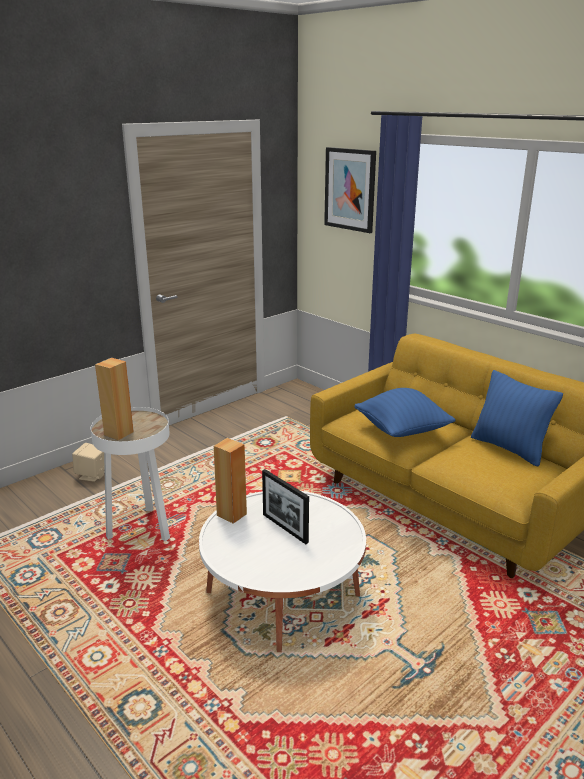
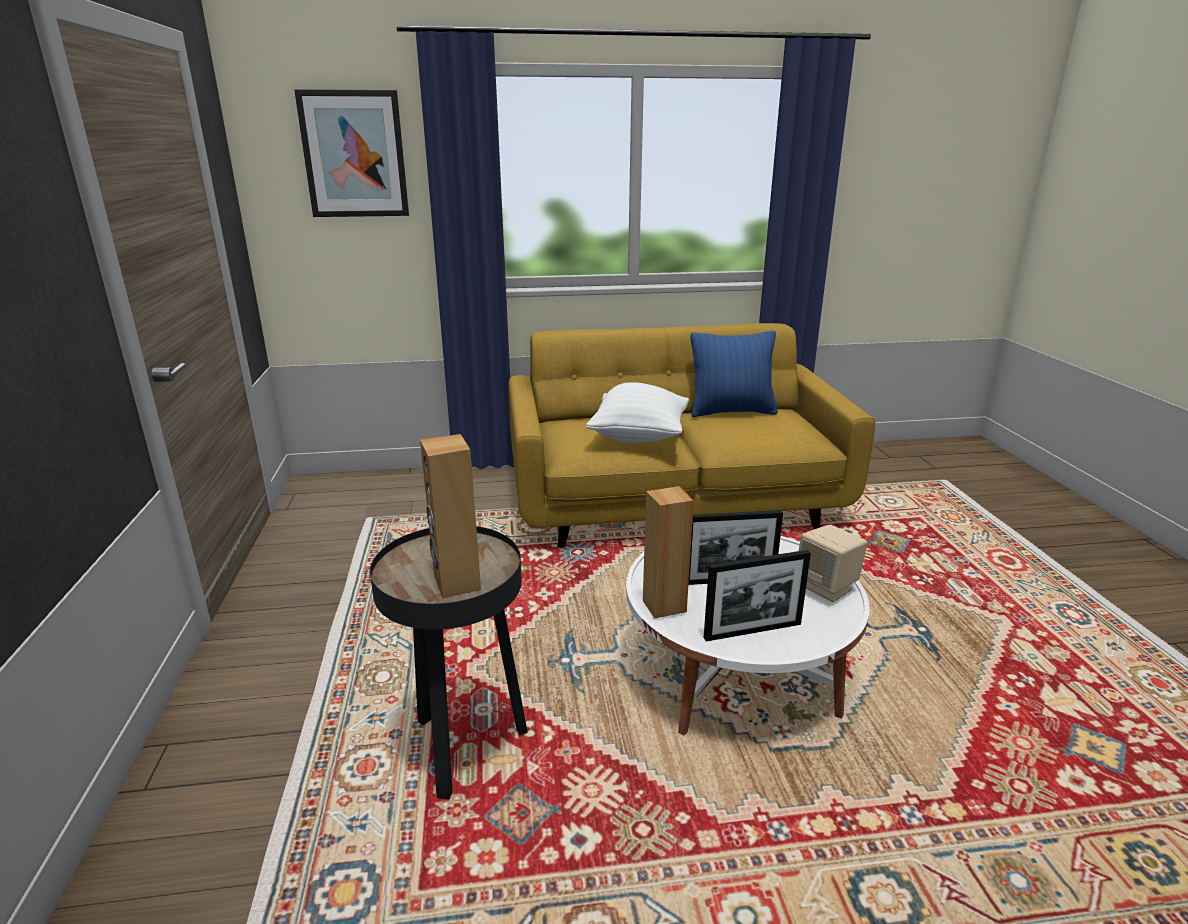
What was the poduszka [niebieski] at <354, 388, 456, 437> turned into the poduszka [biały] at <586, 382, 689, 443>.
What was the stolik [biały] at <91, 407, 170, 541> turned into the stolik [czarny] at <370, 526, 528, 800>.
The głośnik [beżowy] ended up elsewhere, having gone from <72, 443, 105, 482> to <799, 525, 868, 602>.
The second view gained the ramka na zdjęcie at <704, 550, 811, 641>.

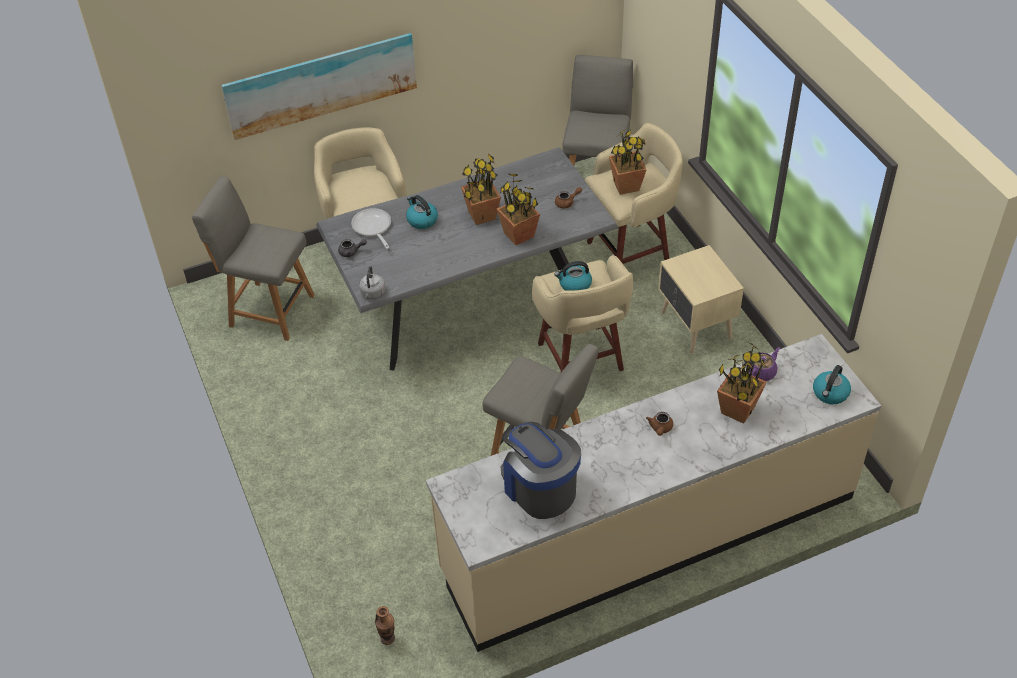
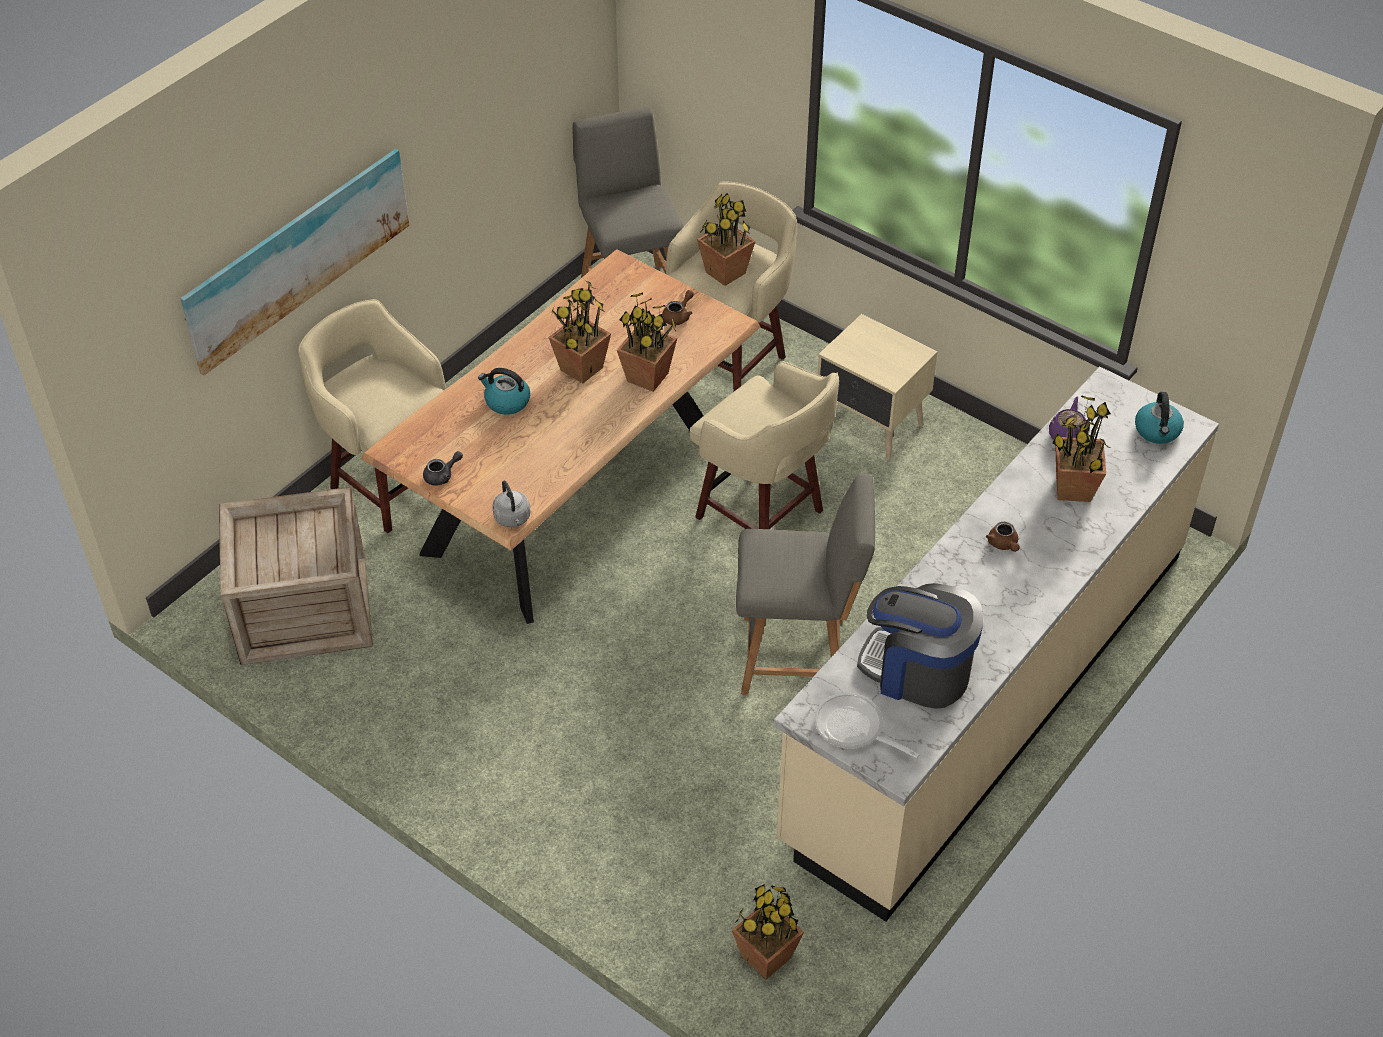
What was the stół jadalny [szary] at <316, 147, 618, 370> turned into the stół jadalny [brązowy] at <361, 249, 761, 624>.
Where the krzesło [szary] stood at <192, 176, 315, 341>, the skrzynka came to stand at <219, 487, 373, 665>.
The patelnia ended up elsewhere, having gone from <351, 208, 391, 249> to <814, 693, 919, 758>.
The second view lost the czajnik at <554, 261, 592, 291>.
Where the wazon stood at <375, 606, 395, 645>, the roślina doniczkowa came to stand at <732, 884, 804, 980>.

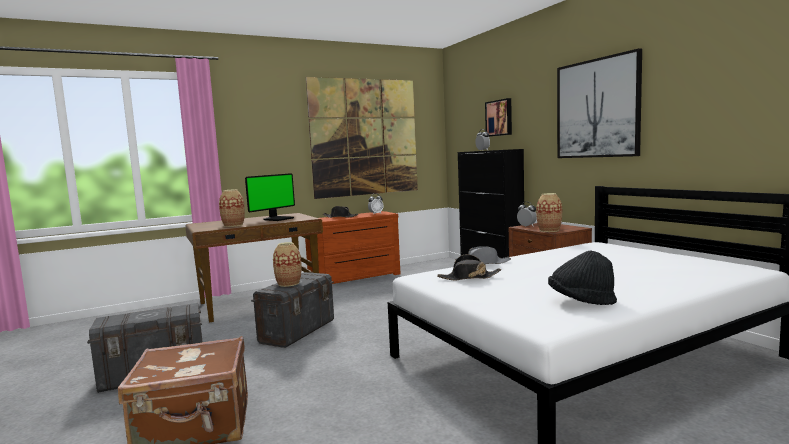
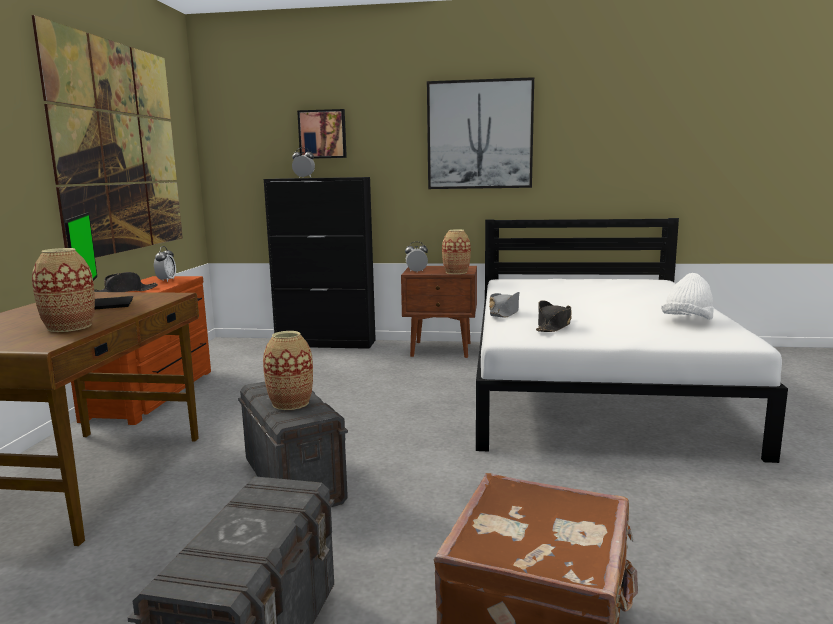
What was the kapelusz [czarny] at <548, 250, 617, 305> turned into the kapelusz [biały] at <661, 273, 714, 319>.

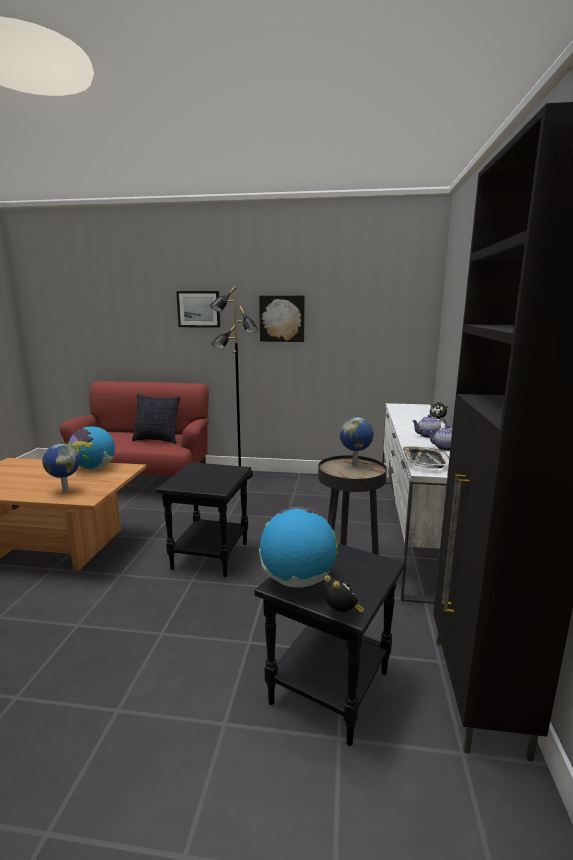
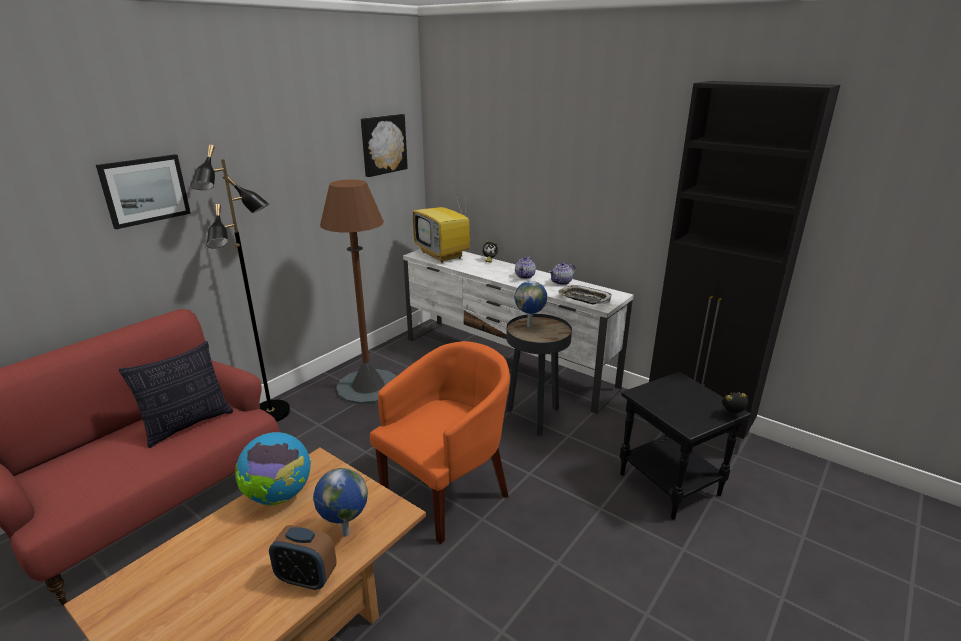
The obraz ended up elsewhere, having gone from <259, 295, 305, 342> to <361, 114, 408, 177>.
Where the stolik [czarny] stood at <156, 462, 251, 577>, the fotel [pomarańczowy] came to stand at <370, 341, 510, 544>.
The second view lost the globus at <259, 507, 338, 588>.
The second view gained the lampa stojąca [brązowy] at <320, 179, 396, 405>.
The second view gained the telewizor at <413, 184, 470, 263>.
The second view gained the budzik at <269, 525, 337, 590>.

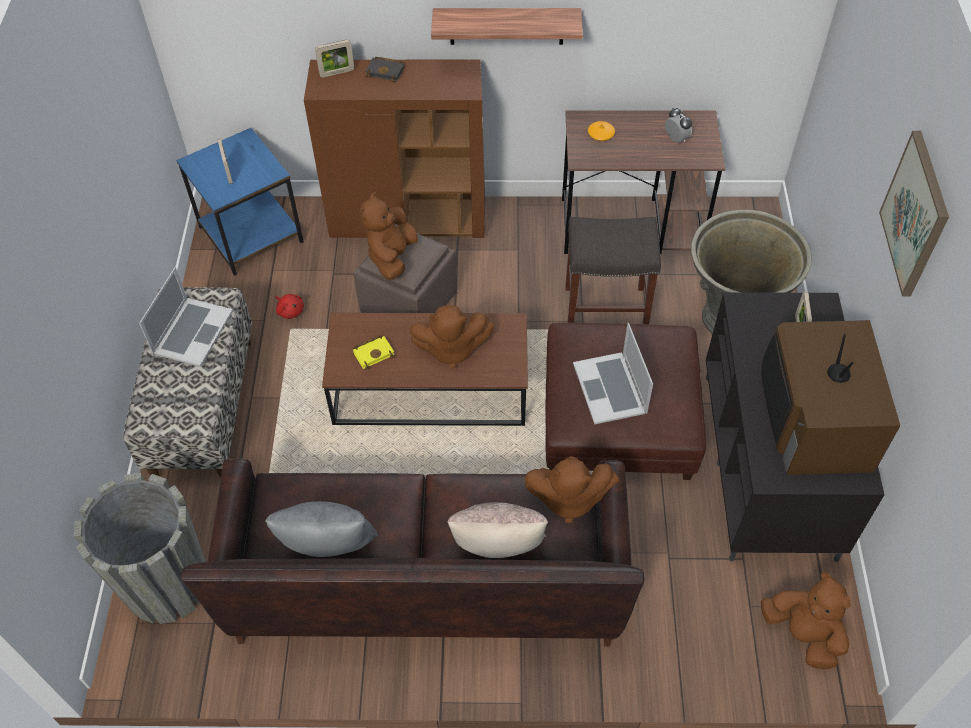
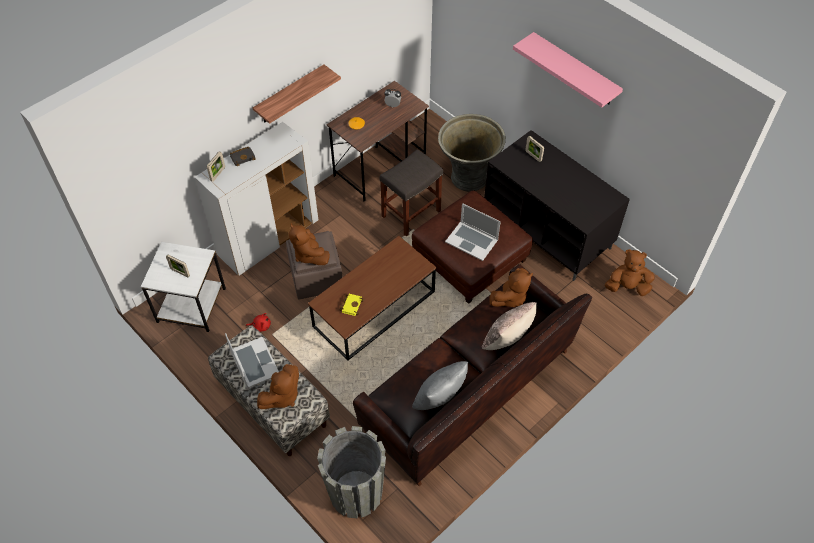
What was the szafka [brązowy] at <304, 60, 485, 238> turned into the szafka [biały] at <195, 122, 318, 276>.
What was the stolik [niebieski] at <176, 128, 304, 276> turned into the stolik [biały] at <141, 242, 226, 332>.
Where the obraz hung at <879, 131, 949, 296>, the półka [różowy] came to hang at <513, 32, 623, 108>.
The pluszak [brązowy] ended up elsewhere, having gone from <410, 305, 494, 368> to <257, 364, 299, 409>.
The second view lost the telewizor at <761, 320, 900, 475>.

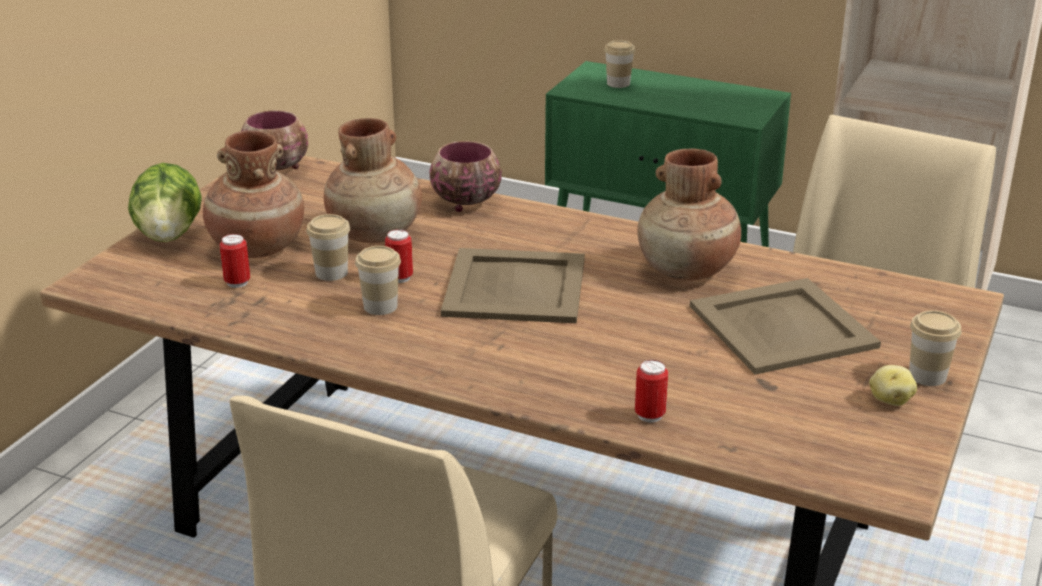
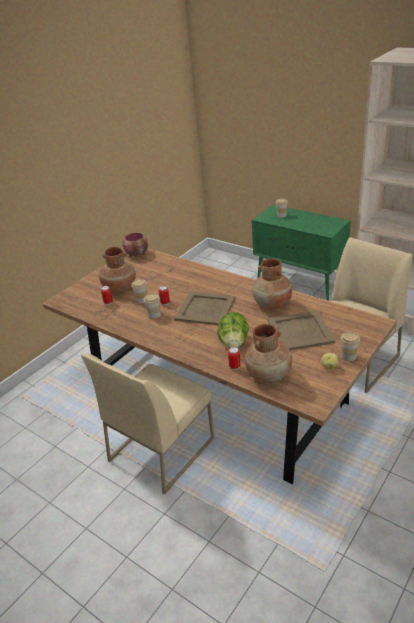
The wazon [brązowy] ended up elsewhere, having gone from <324, 118, 422, 243> to <245, 324, 292, 383>.
The second view lost the miska at <429, 141, 502, 212>.
The sałata ended up elsewhere, having gone from <128, 163, 202, 242> to <217, 312, 249, 349>.

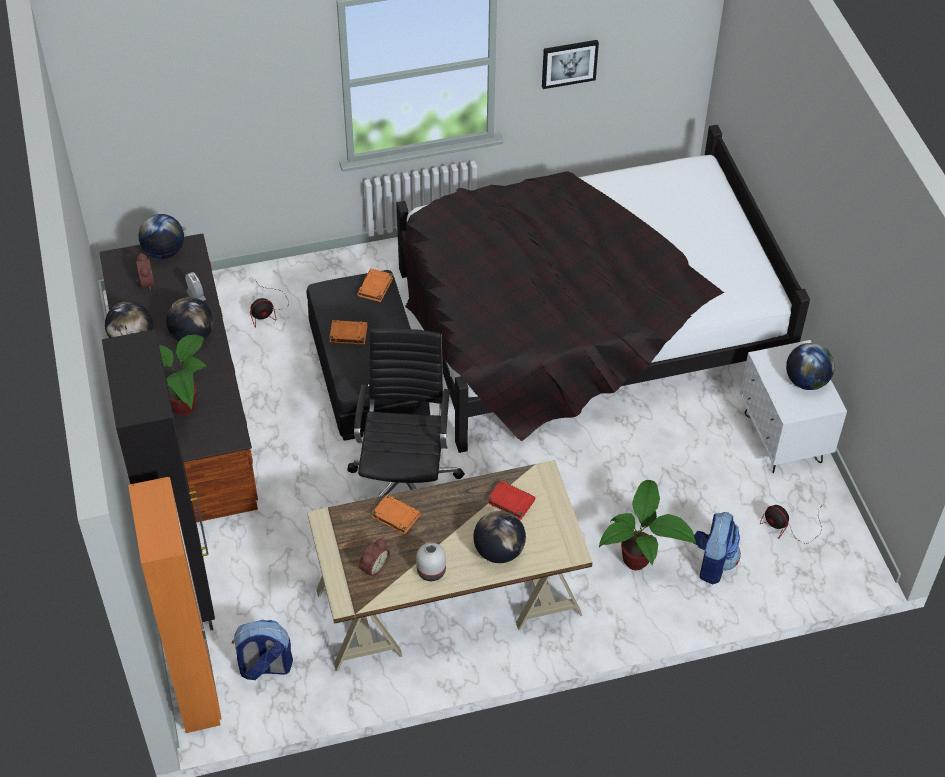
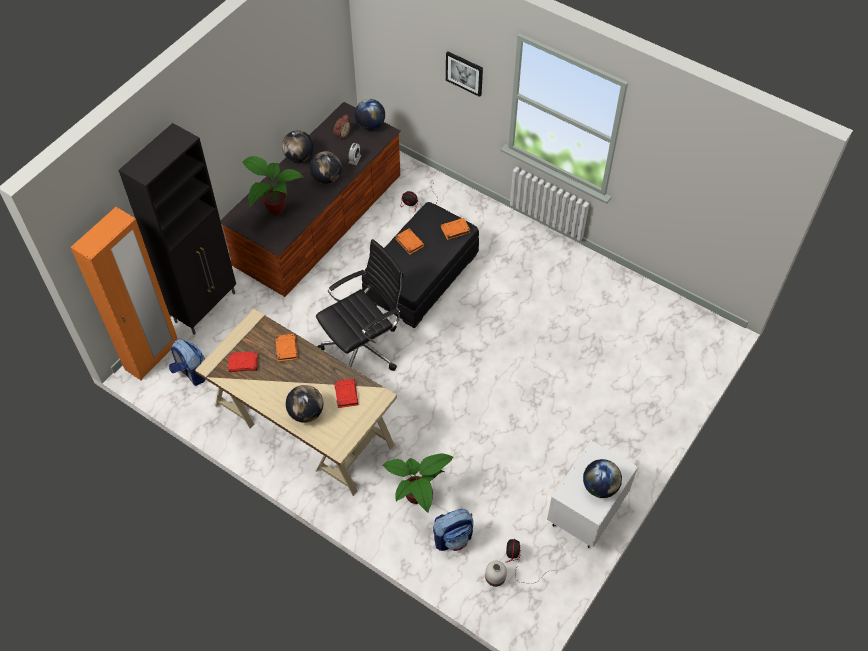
The obraz ended up elsewhere, having gone from <542, 40, 599, 89> to <446, 52, 483, 97>.
The second view lost the łóżko [czarny] at <396, 124, 810, 453>.
Where the budzik stood at <359, 538, 390, 577>, the książka [czerwony] came to stand at <228, 351, 258, 372>.
The wazon [biały] ended up elsewhere, having gone from <416, 543, 446, 581> to <485, 561, 507, 587>.

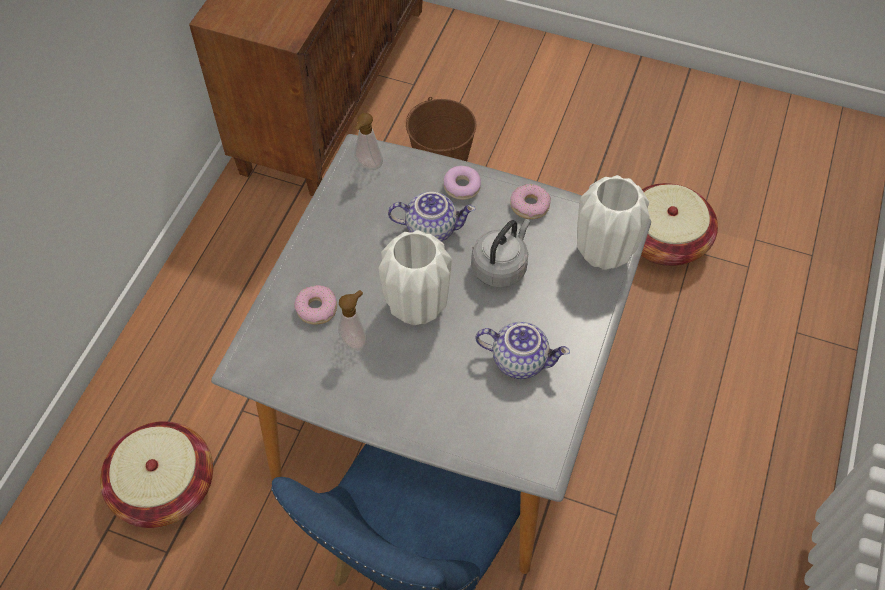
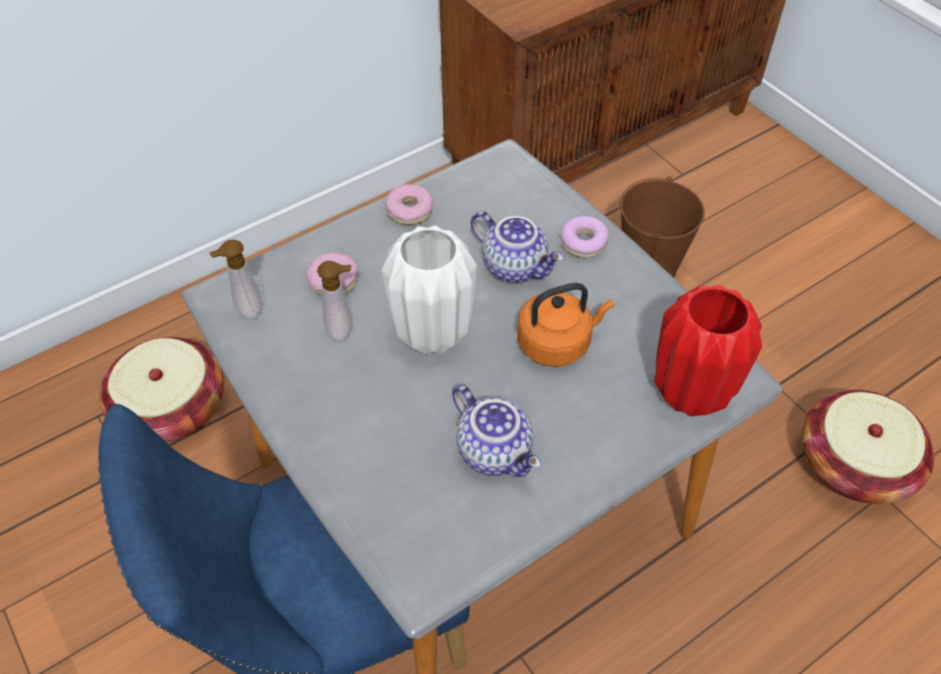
The dozownik mydła ended up elsewhere, having gone from <354, 113, 383, 170> to <209, 240, 263, 320>.
What was the wazon [biały] at <577, 175, 650, 270> turned into the wazon [czerwony] at <655, 285, 762, 416>.
The donut ended up elsewhere, having gone from <510, 184, 551, 219> to <385, 184, 433, 225>.
What was the czajnik [szary] at <471, 219, 530, 288> turned into the czajnik [pomarańczowy] at <517, 283, 615, 367>.

